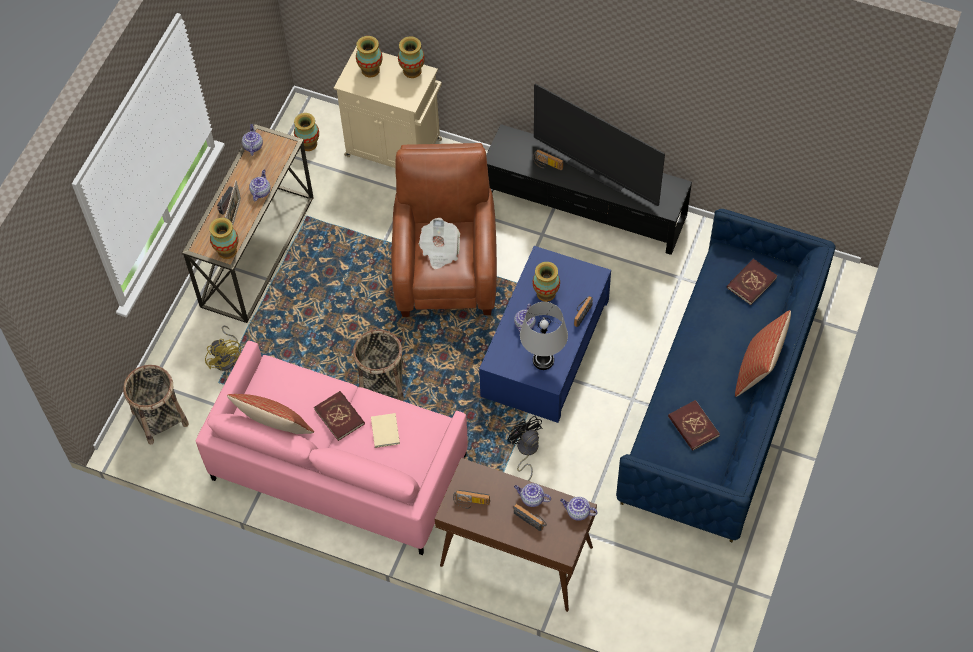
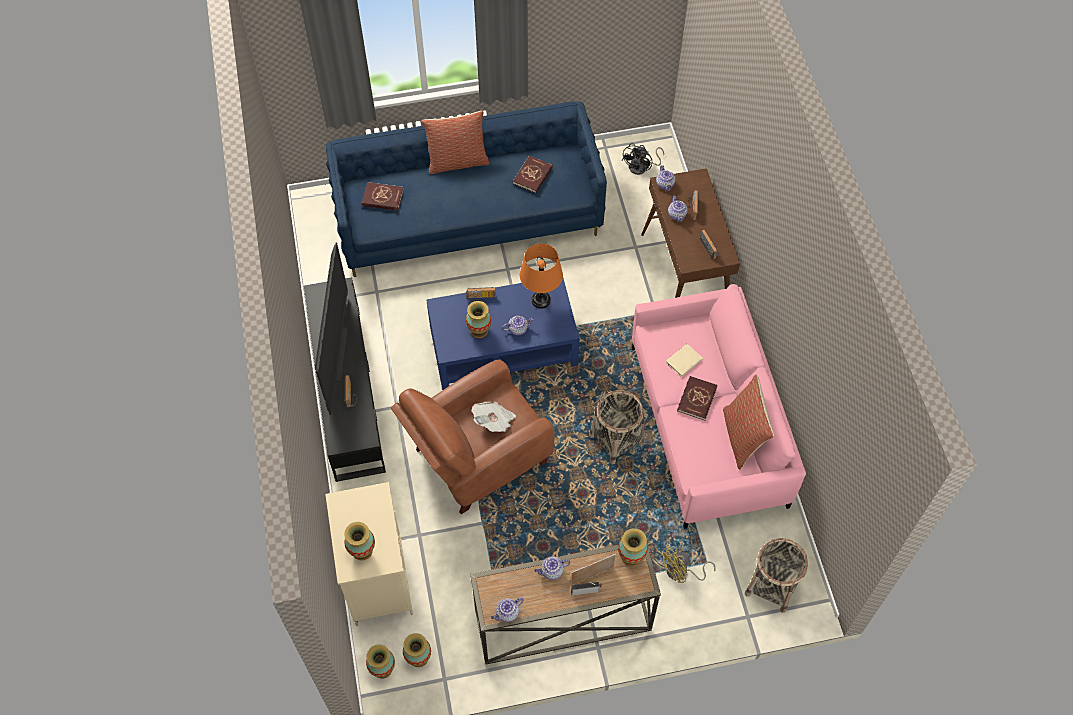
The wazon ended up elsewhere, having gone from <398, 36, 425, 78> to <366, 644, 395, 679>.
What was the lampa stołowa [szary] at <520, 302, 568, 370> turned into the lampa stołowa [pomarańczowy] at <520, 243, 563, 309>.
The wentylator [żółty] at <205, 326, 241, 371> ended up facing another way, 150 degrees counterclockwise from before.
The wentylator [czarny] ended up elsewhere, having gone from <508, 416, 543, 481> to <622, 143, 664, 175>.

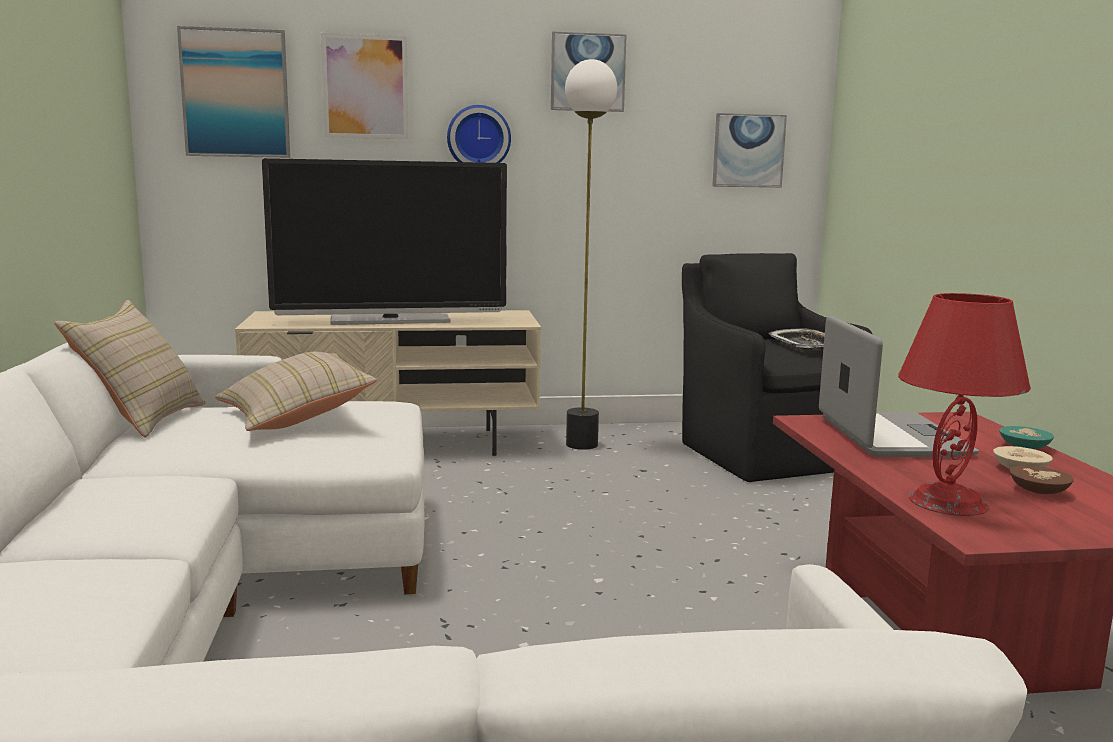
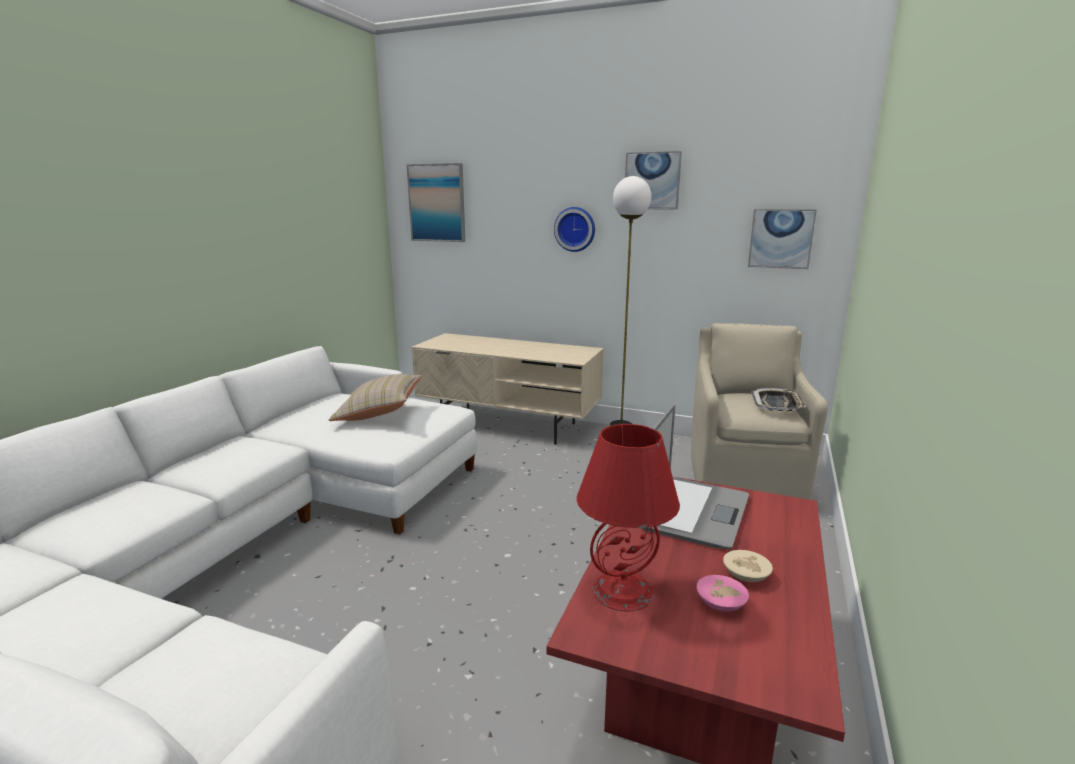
The second view lost the obraz at <321, 33, 408, 139>.
The second view lost the telewizor at <262, 158, 507, 325>.
What was the fotel [czarny] at <682, 253, 872, 482> turned into the fotel [beżowy] at <691, 323, 828, 500>.
The second view lost the poduszka [beżowy] at <54, 300, 206, 438>.
The second view lost the miska [turkusowy] at <999, 426, 1054, 449>.
What was the miska [brązowy] at <1010, 466, 1074, 494> turned into the miska [różowy] at <696, 575, 749, 611>.

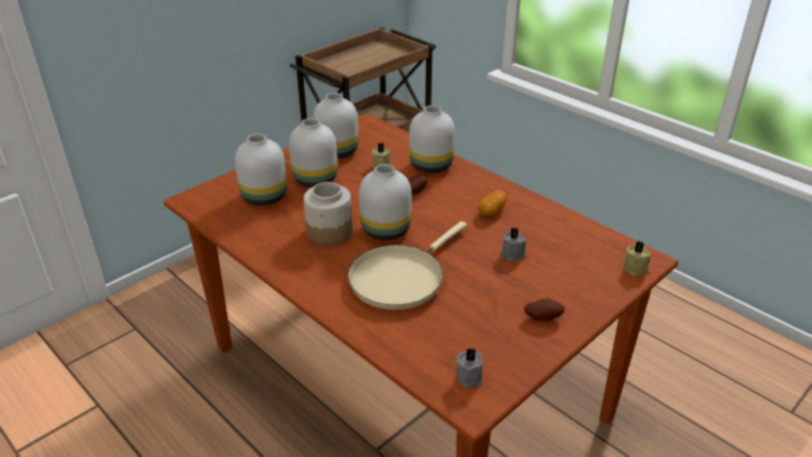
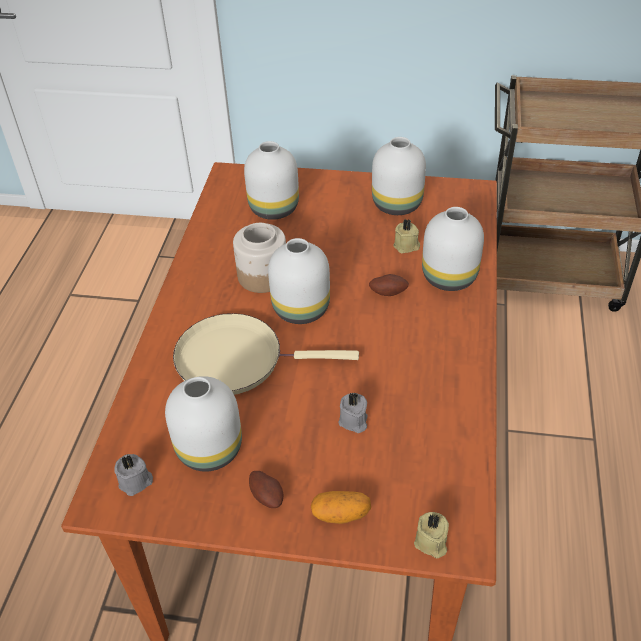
The wazon [biały] ended up elsewhere, having gone from <289, 118, 338, 188> to <165, 376, 242, 472>.
The ziemniak ended up elsewhere, having gone from <477, 190, 507, 216> to <311, 491, 371, 524>.

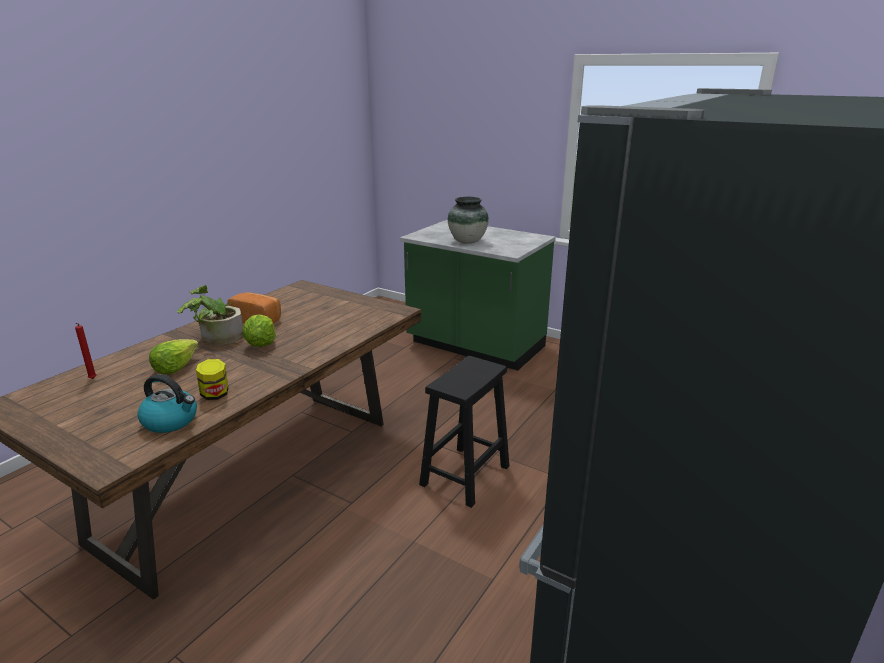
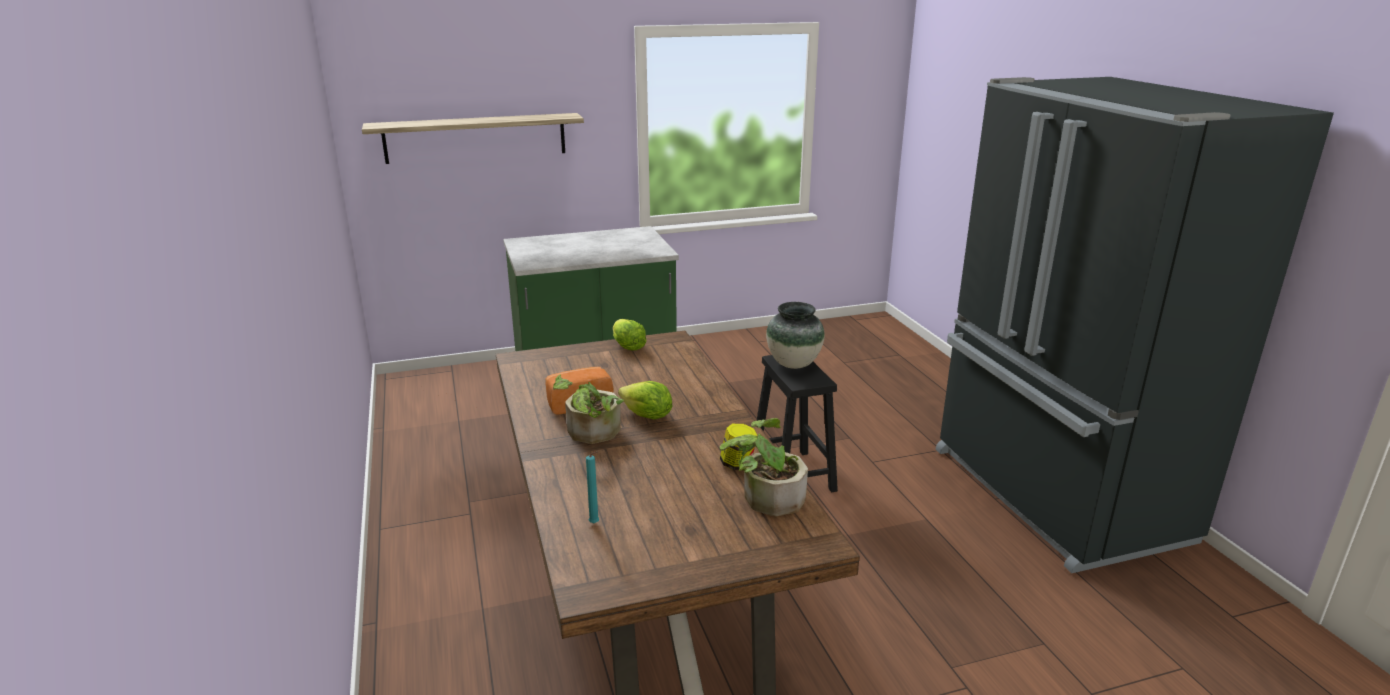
The wazon ended up elsewhere, having gone from <448, 197, 489, 244> to <766, 302, 825, 369>.
What was the świeca [czerwony] at <75, 323, 97, 379> turned into the świeca [turkusowy] at <586, 451, 599, 523>.
The sałata ended up elsewhere, having gone from <149, 339, 199, 374> to <613, 319, 647, 350>.
Where the czajnik stood at <137, 374, 197, 433>, the roślina doniczkowa came to stand at <720, 418, 808, 516>.
The second view gained the półka at <362, 113, 584, 164>.

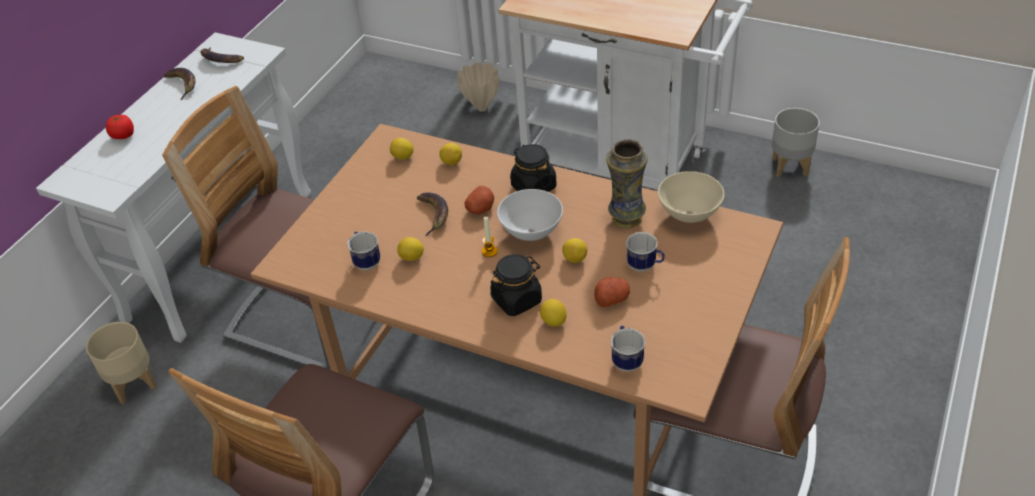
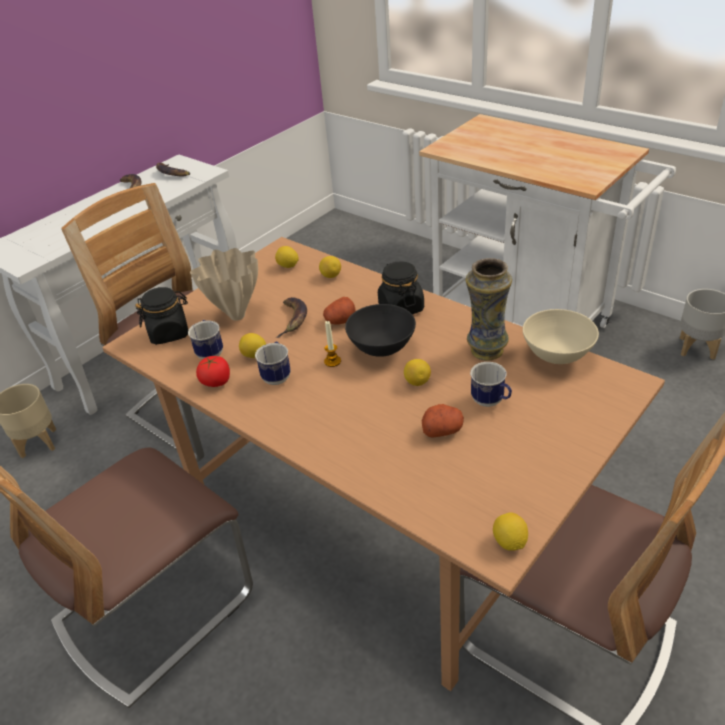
The wazon [beżowy] ended up elsewhere, having gone from <457, 63, 499, 112> to <190, 248, 258, 321>.
The pomidor ended up elsewhere, having gone from <106, 115, 134, 139> to <196, 356, 230, 387>.
What was the miska [biały] at <497, 189, 563, 241> turned into the miska [czarny] at <345, 304, 416, 357>.
The słoik [czarny] ended up elsewhere, having gone from <490, 254, 542, 316> to <135, 287, 188, 345>.
The cytryna ended up elsewhere, having gone from <540, 299, 566, 327> to <493, 512, 528, 551>.
The kubek ended up elsewhere, having gone from <611, 325, 645, 372> to <255, 341, 291, 385>.

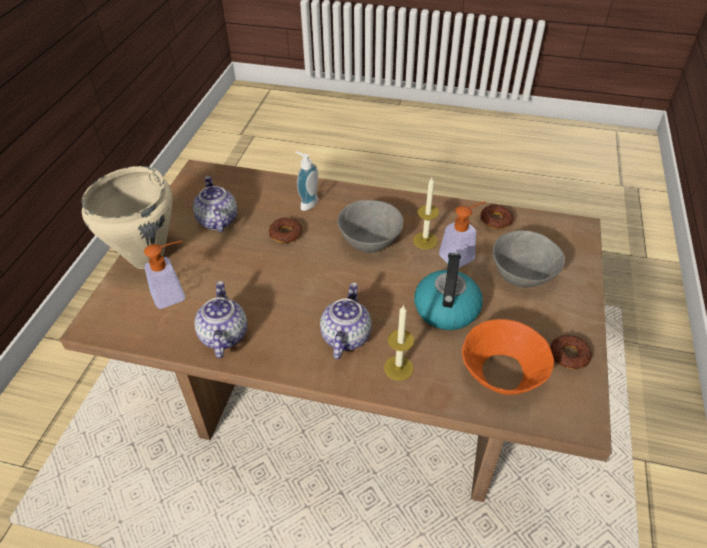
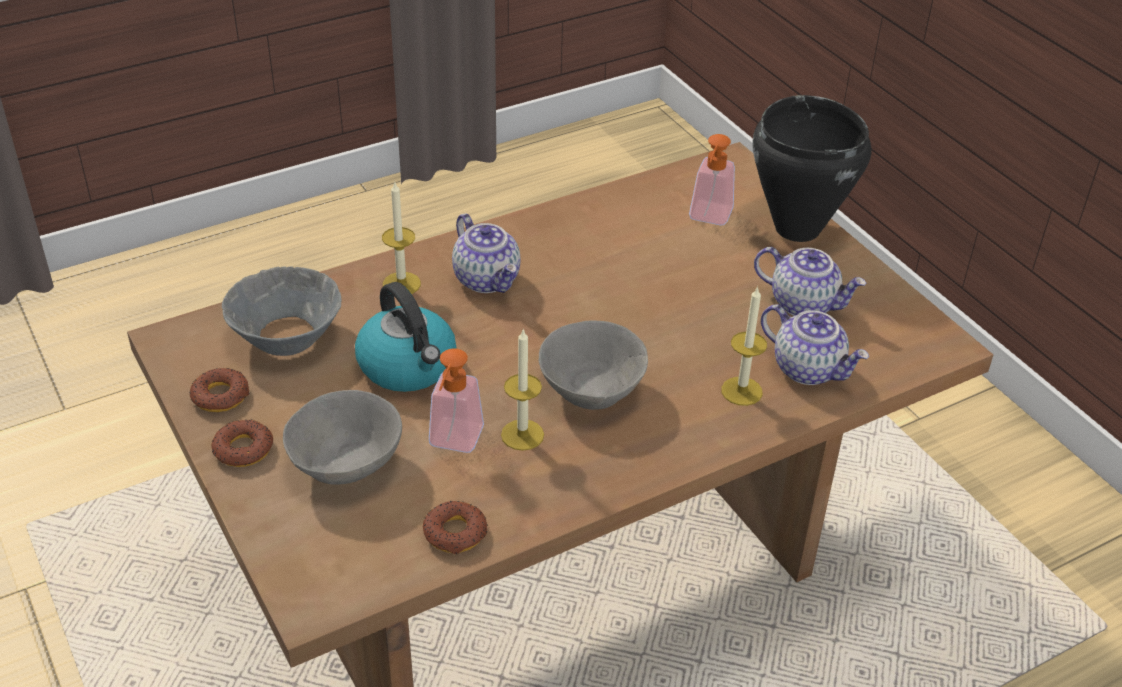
Where the dozownik mydła stood at <295, 151, 318, 211>, the świeca came to stand at <721, 286, 767, 406>.
What was the garnek [beżowy] at <82, 166, 172, 269> turned into the garnek [czarny] at <752, 95, 872, 242>.
The donut ended up elsewhere, having gone from <269, 218, 302, 243> to <211, 419, 273, 467>.
The imbryk ended up elsewhere, having gone from <194, 281, 247, 358> to <761, 304, 869, 385>.
What was the miska [pomarańczowy] at <462, 319, 554, 395> turned into the miska [szary] at <222, 266, 341, 356>.

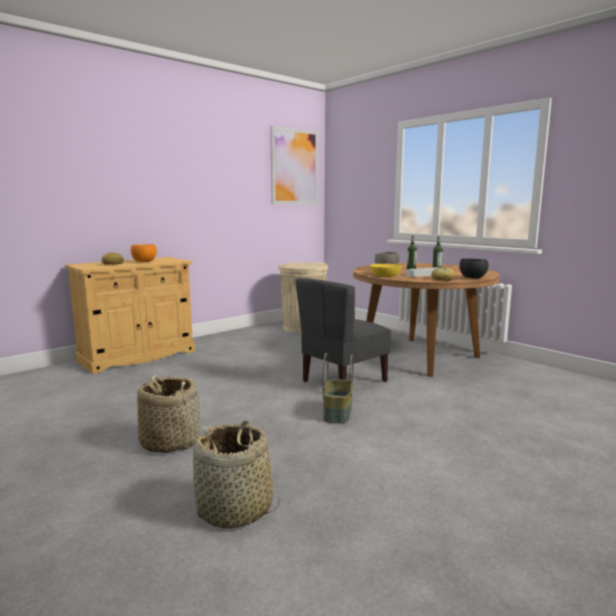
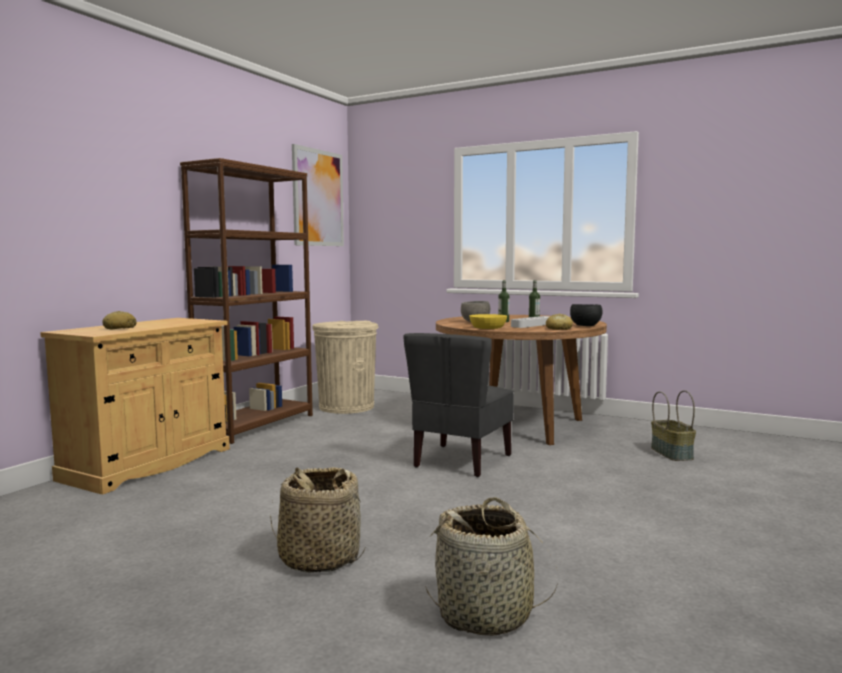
The second view lost the miska [pomarańczowy] at <130, 244, 157, 262>.
The koszyk ended up elsewhere, having gone from <323, 353, 354, 424> to <651, 390, 696, 461>.
The second view gained the regał [brązowy] at <180, 158, 313, 444>.

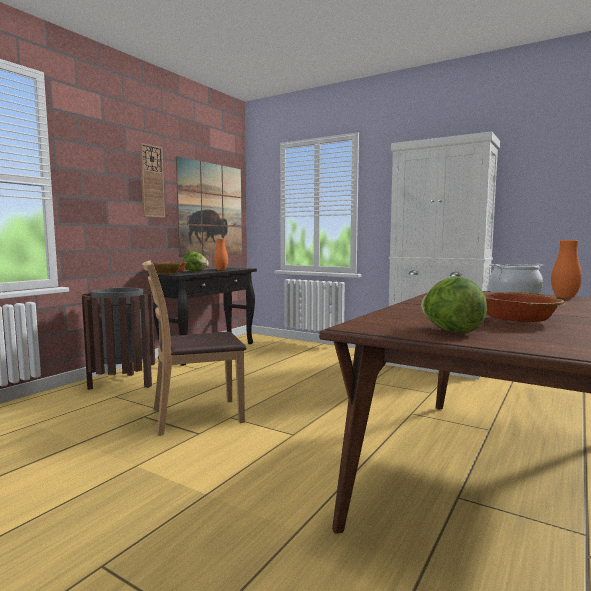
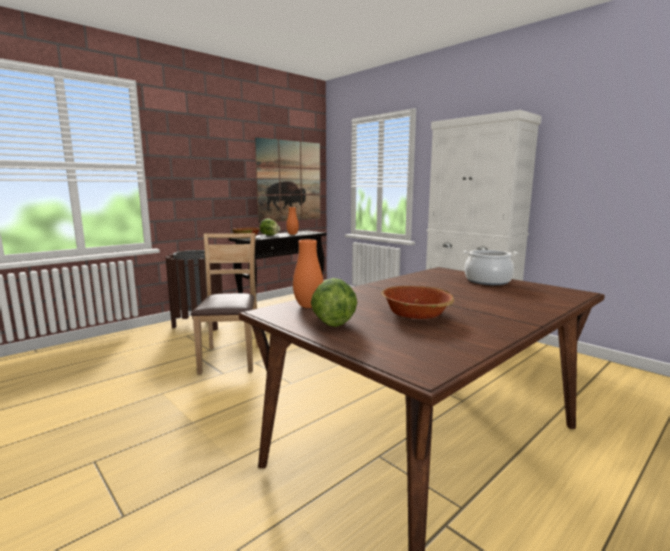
The second view lost the zegar ścienny at <140, 143, 165, 218>.
The wazon [pomarańczowy] ended up elsewhere, having gone from <551, 240, 582, 299> to <293, 239, 324, 308>.
The krzesło [brązowy] at <142, 260, 246, 436> ended up facing another way, 90 degrees clockwise from before.

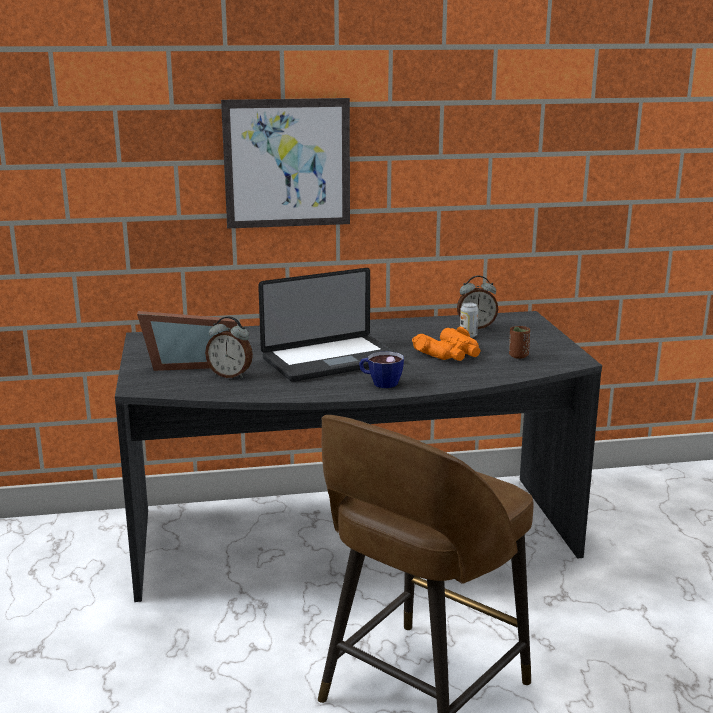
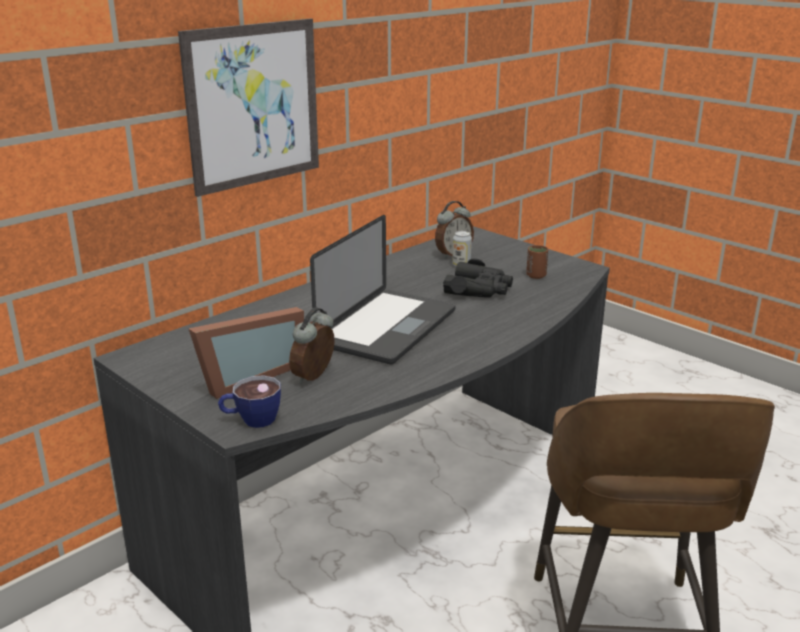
The budzik at <205, 316, 253, 378> ended up facing another way, 135 degrees clockwise from before.
What was the lornetka [pomarańczowy] at <412, 327, 481, 361> turned into the lornetka [czarny] at <443, 258, 513, 298>.
The filiżanka ended up elsewhere, having gone from <359, 352, 404, 388> to <218, 375, 281, 428>.

